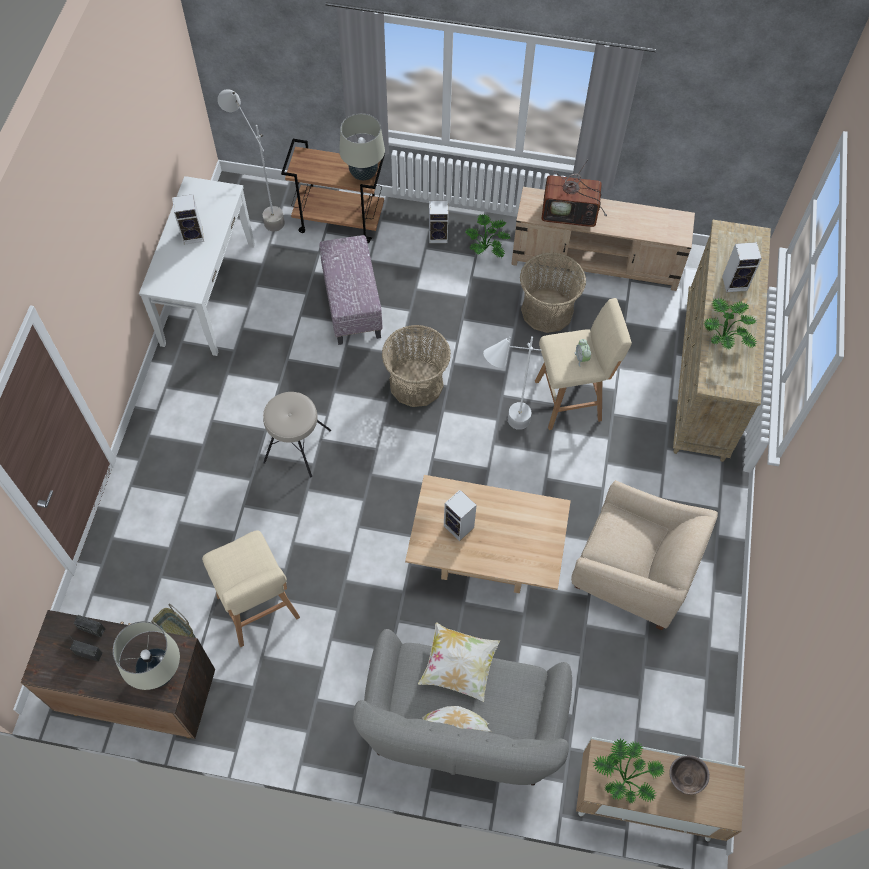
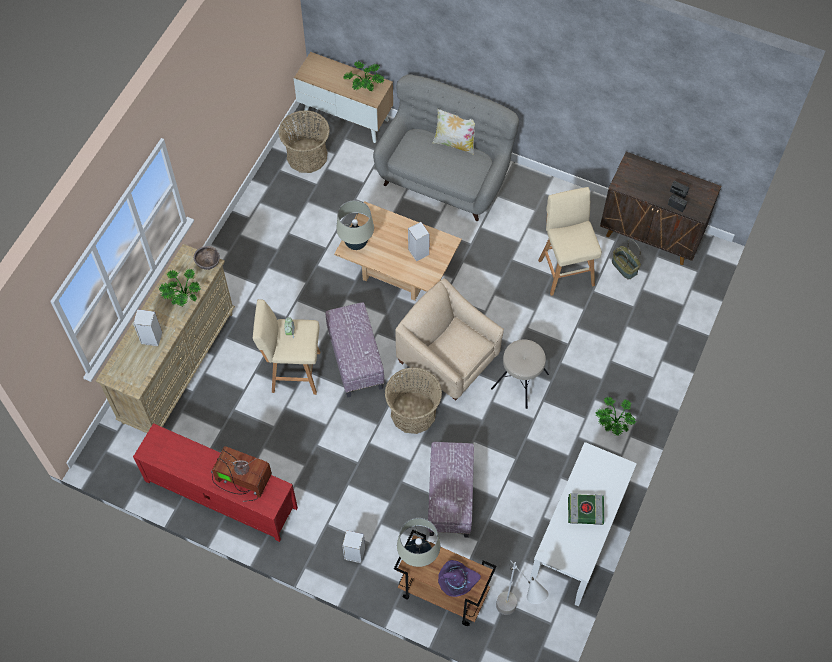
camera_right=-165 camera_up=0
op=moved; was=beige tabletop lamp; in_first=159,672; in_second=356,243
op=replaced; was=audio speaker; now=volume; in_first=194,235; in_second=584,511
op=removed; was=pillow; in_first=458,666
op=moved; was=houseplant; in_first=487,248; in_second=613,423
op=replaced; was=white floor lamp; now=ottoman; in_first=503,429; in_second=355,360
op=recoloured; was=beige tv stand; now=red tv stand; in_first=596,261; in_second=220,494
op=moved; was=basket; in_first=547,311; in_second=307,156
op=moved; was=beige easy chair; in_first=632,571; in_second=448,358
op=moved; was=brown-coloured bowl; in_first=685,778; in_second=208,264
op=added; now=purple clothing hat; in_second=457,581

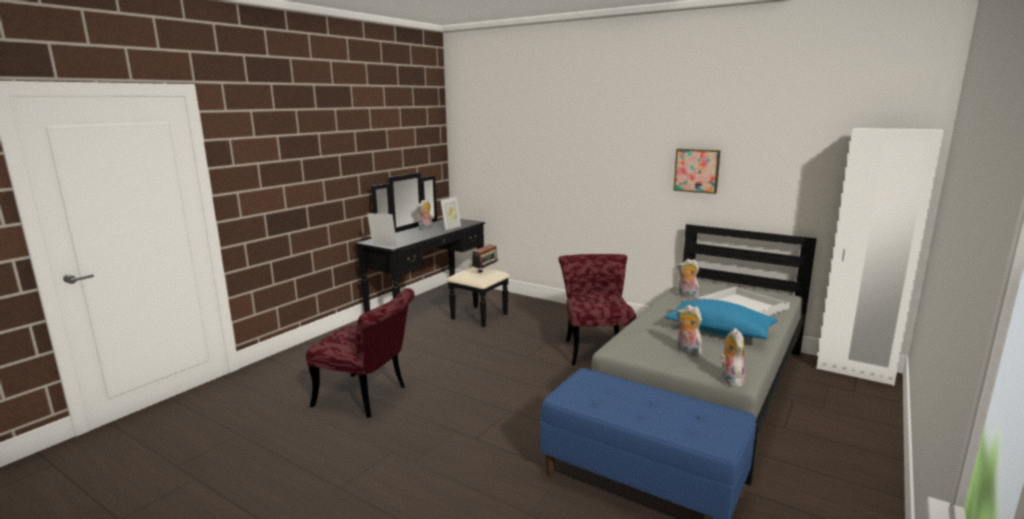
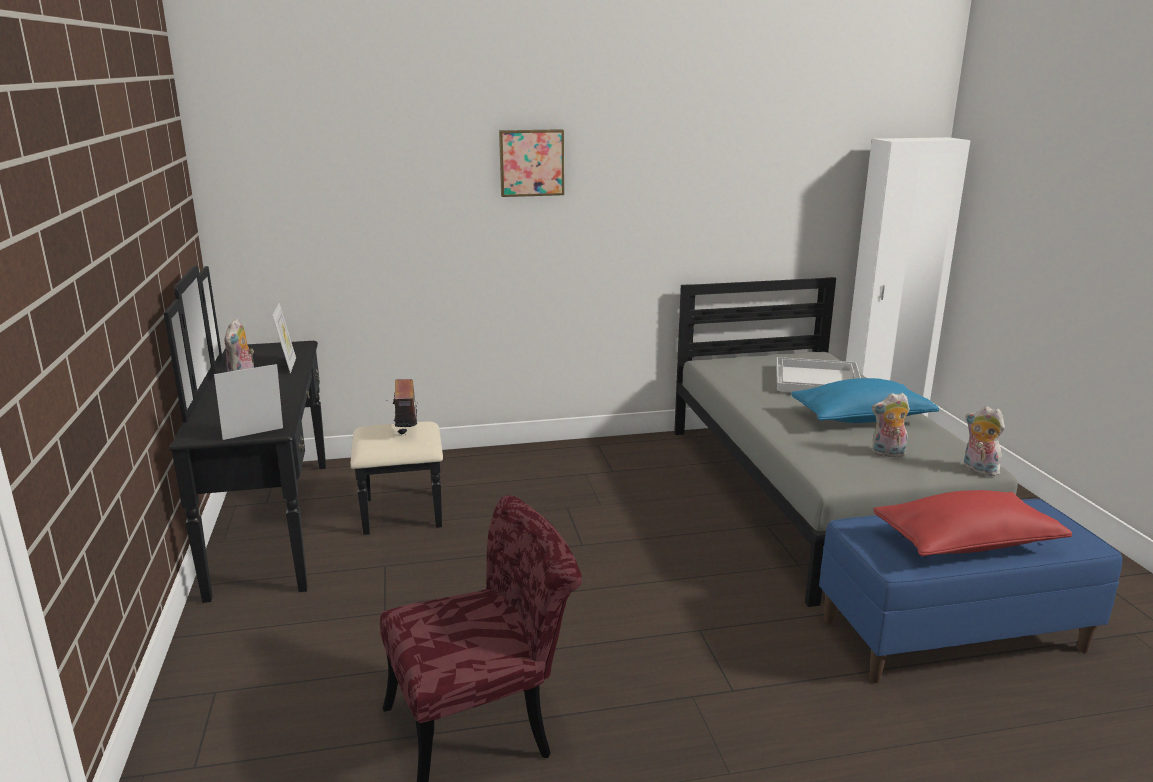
camera_right=-45 camera_up=5
op=removed; was=red chair; in_first=595,348
op=moved; was=wall art; in_first=697,170; in_second=531,162
op=removed; was=soft toy; in_first=687,296
op=added; now=red pillow; in_second=965,543

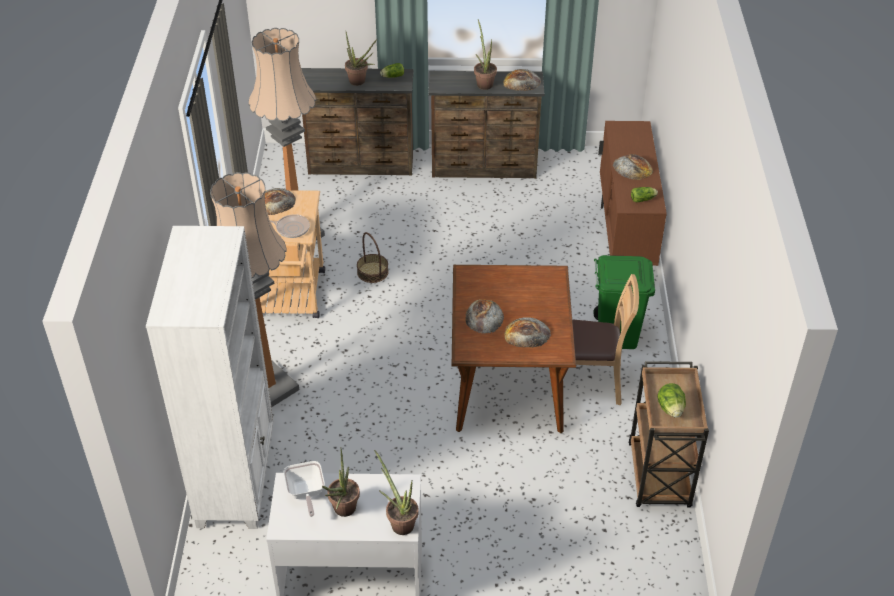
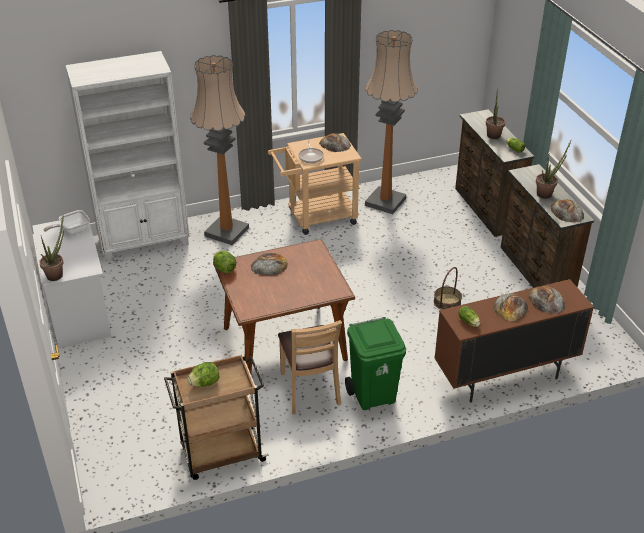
camera_right=70 camera_up=-5
op=removed; was=houseplant; in_first=342,511
op=moved; was=basket; in_first=373,272; in_second=447,302
op=moved; was=bread; in_first=527,334; in_second=546,300
op=added; now=lettuce; in_second=224,269

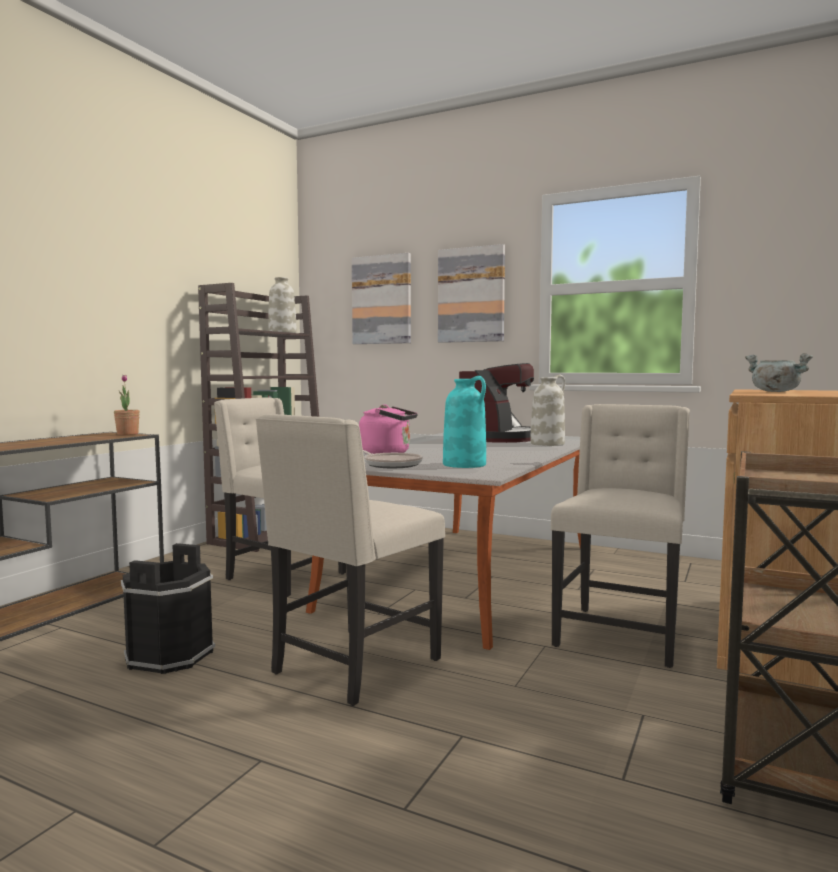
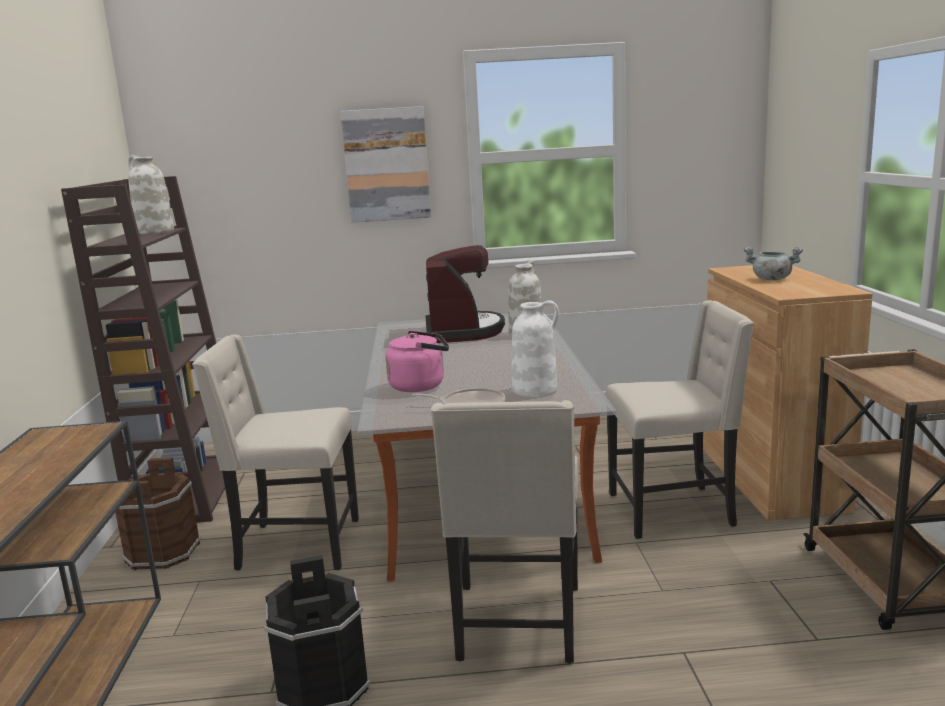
camera_right=-30 camera_up=10
op=removed; was=houseplant; in_first=127,434
op=removed; was=wall art; in_first=382,300
op=recoloured; was=blue-green flower vase; now=white flower vase; in_first=465,465; in_second=535,390
op=turned; was=beige chair; in_first=619,634; in_second=673,510; clockwise=90
op=added; now=brown-coloured pail; in_second=163,552

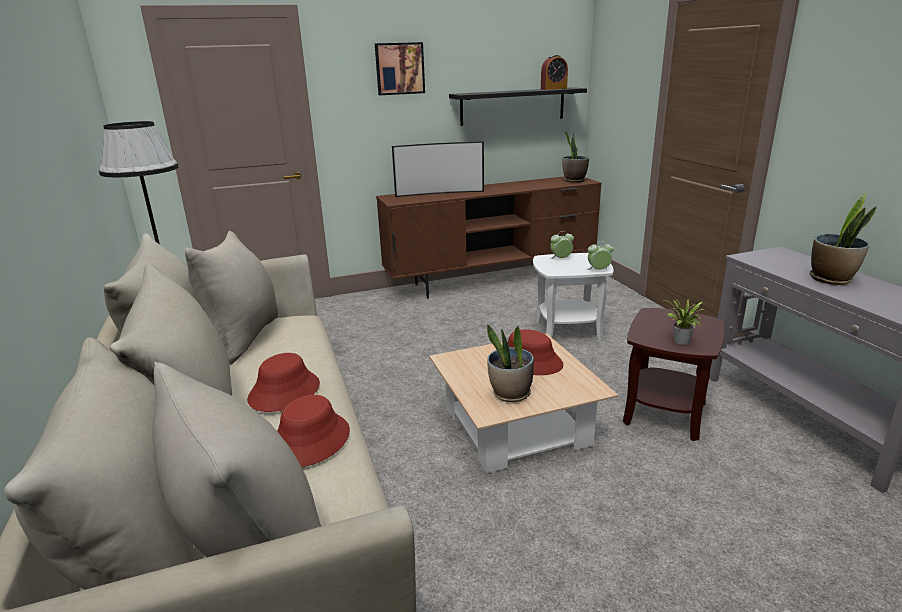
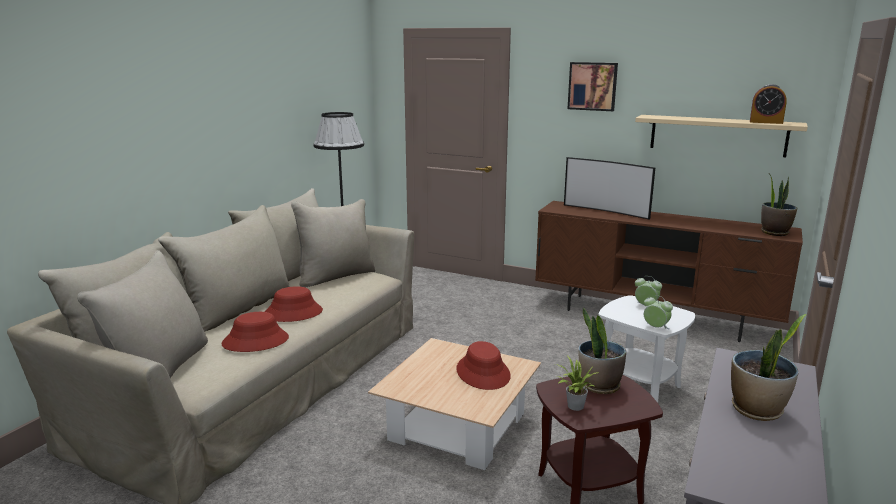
camera_right=45 camera_up=-5
op=recoloured; was=black bracket shelf; now=beige bracket shelf; in_first=513,106; in_second=717,135
op=moved; was=houseplant; in_first=510,394; in_second=599,386

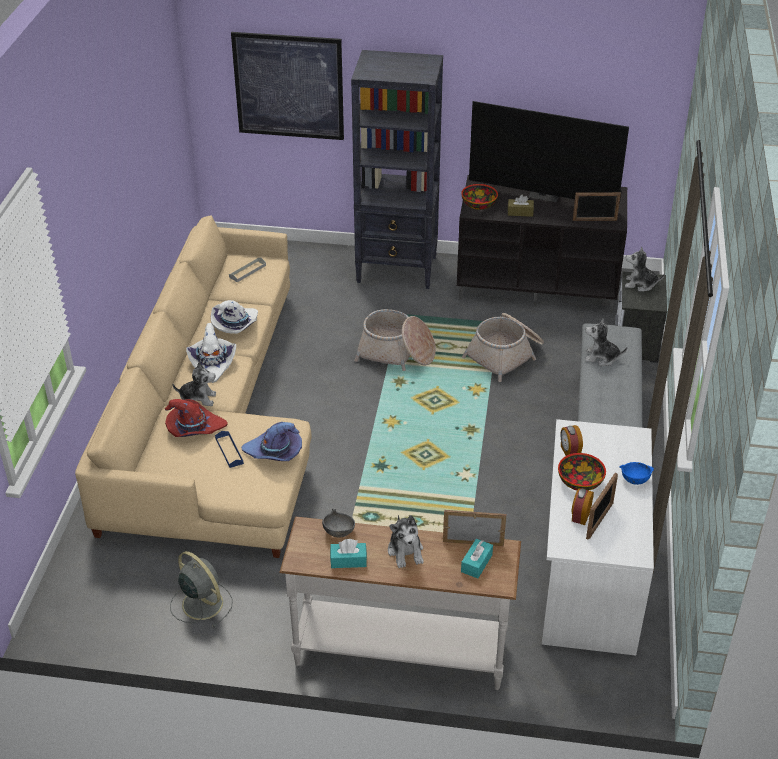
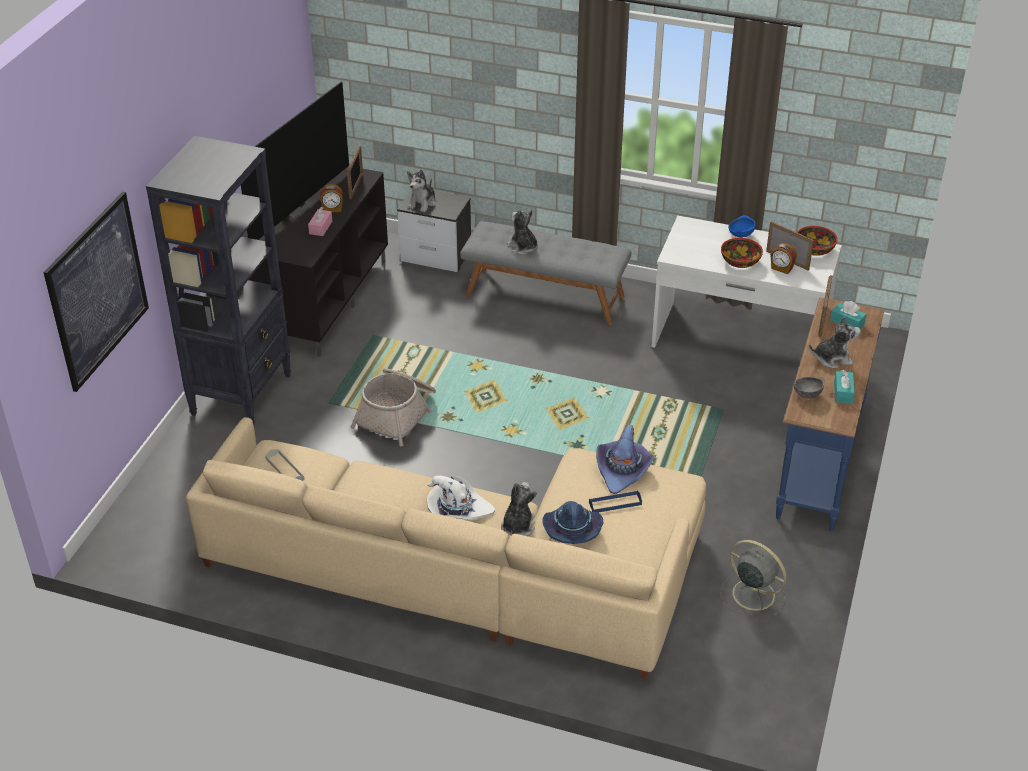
camera_right=-80 camera_up=0
op=recoloured; was=red clothing hat; now=bluish clothing hat; in_first=194,428; in_second=571,529
op=turned; was=grey fan; in_first=201,603; in_second=751,593; clockwise=75
op=removed; was=white clothing hat; in_first=235,325
op=recoloured; was=white narrow table; now=bluish narrow table; in_first=400,651; in_second=818,462
op=moved; was=bowl; in_first=479,204; in_second=814,249
op=removed; was=basket; in_first=505,354
op=recoloured; was=brown-coloured tissue box; now=pink-coloured tissue box; in_first=520,212; in_second=320,227
op=moved; was=bedside clock; in_first=569,451; in_second=332,209
op=turned; was=soft toy; in_first=601,358; in_second=523,247; clockwise=120

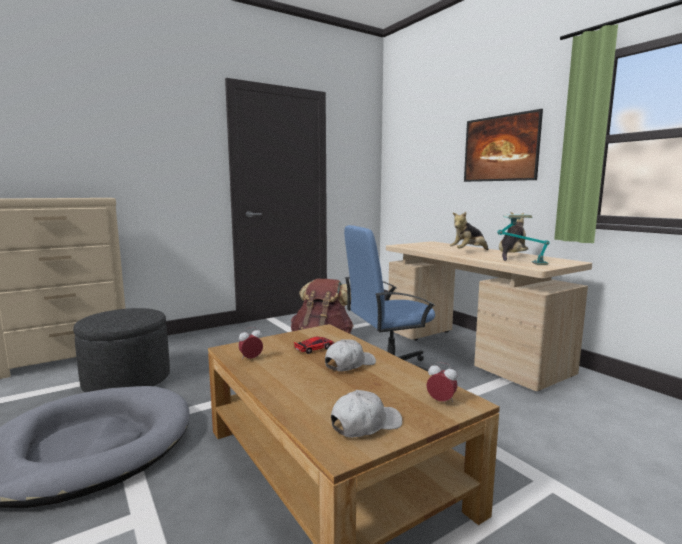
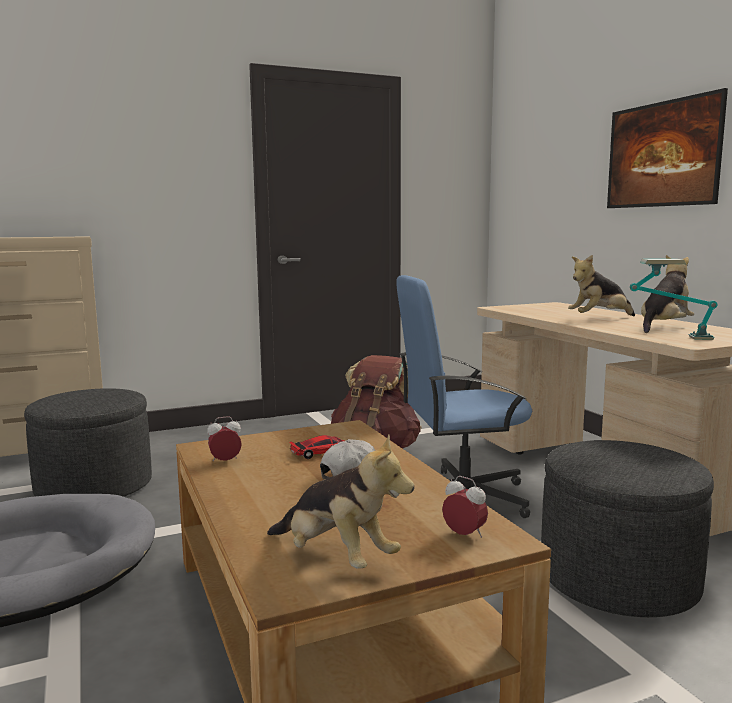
camera_right=10 camera_up=0
op=replaced; was=white peaked cap; now=soft toy; in_first=365,424; in_second=336,558
op=added; now=grey ottoman; in_second=618,579

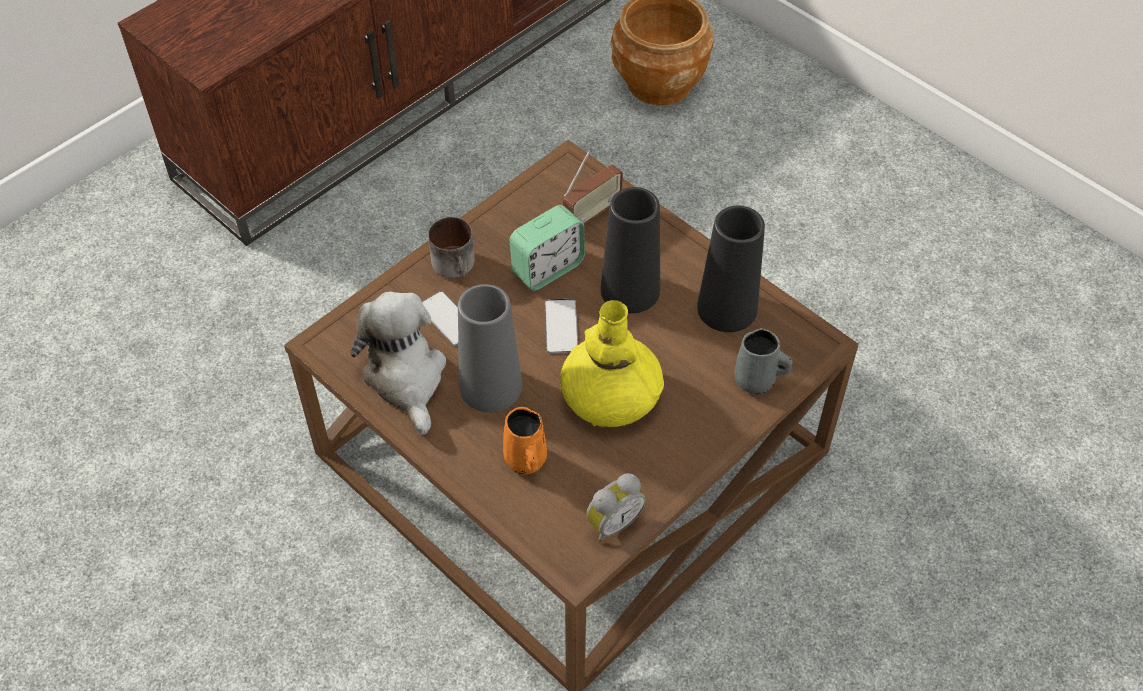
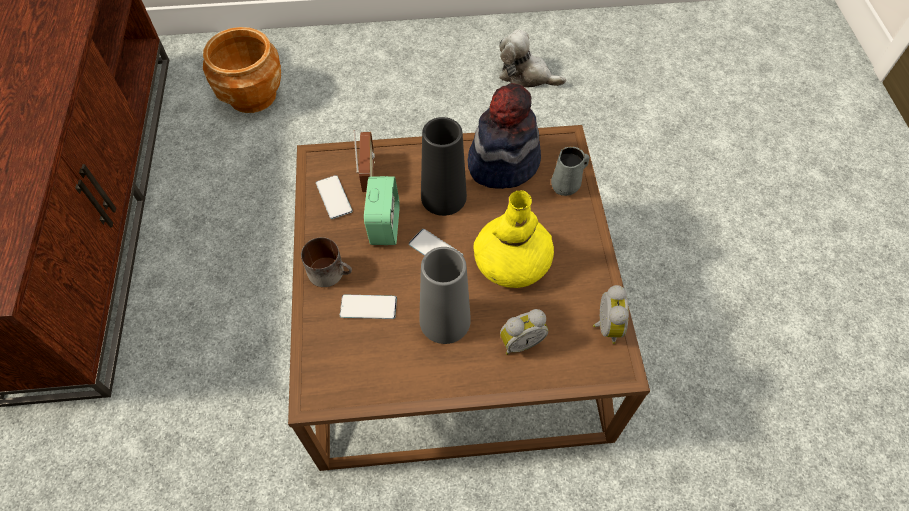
camera_right=-50 camera_up=5
op=moved; was=soft toy; in_first=405,377; in_second=526,75
op=replaced; was=orangey mug; now=bedside clock; in_first=526,461; in_second=520,341
op=replaced; was=black flower vase; now=clothing hat; in_first=727,308; in_second=502,162
op=added; now=telephone; in_second=334,197

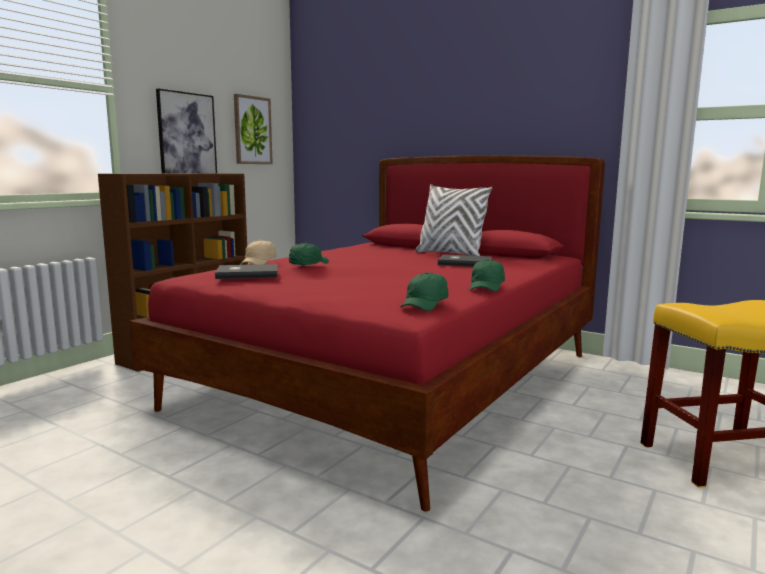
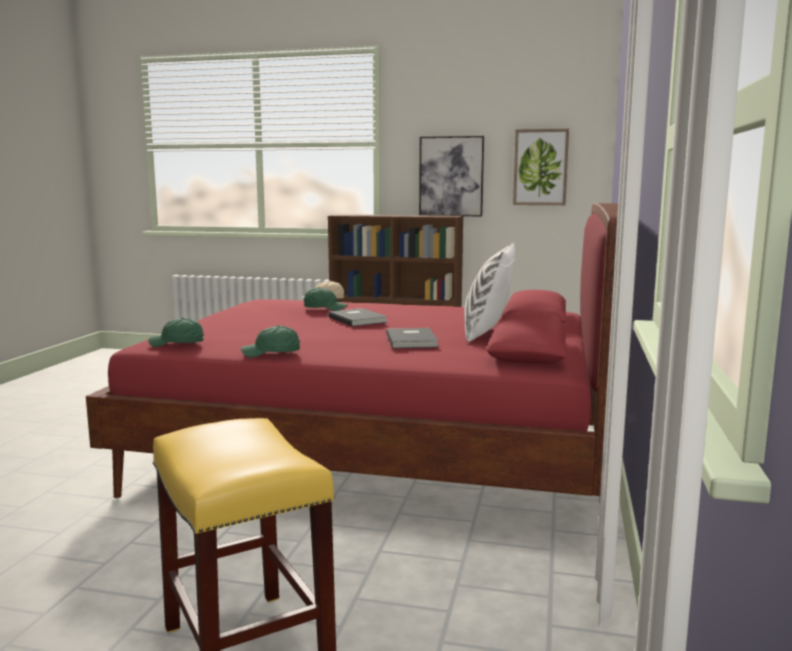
camera_right=70 camera_up=0
op=moved; was=grey volume; in_first=246,274; in_second=358,319

